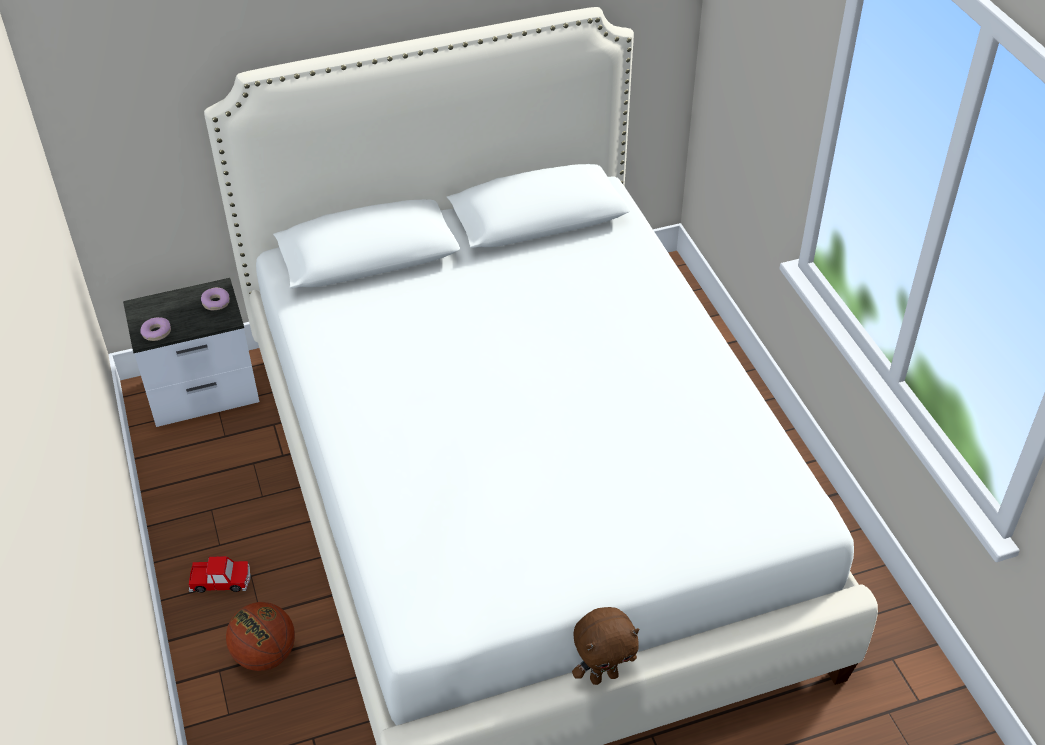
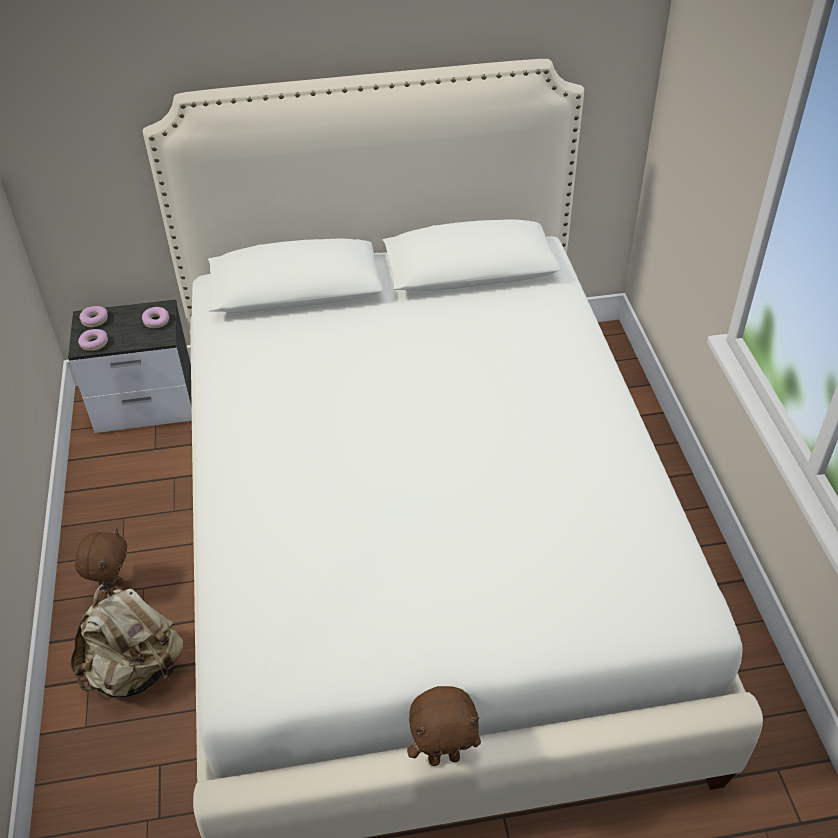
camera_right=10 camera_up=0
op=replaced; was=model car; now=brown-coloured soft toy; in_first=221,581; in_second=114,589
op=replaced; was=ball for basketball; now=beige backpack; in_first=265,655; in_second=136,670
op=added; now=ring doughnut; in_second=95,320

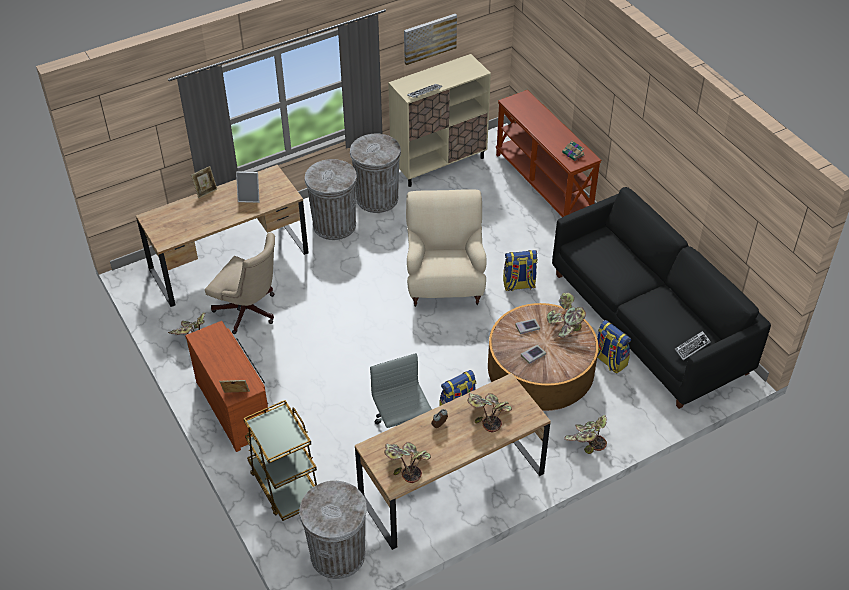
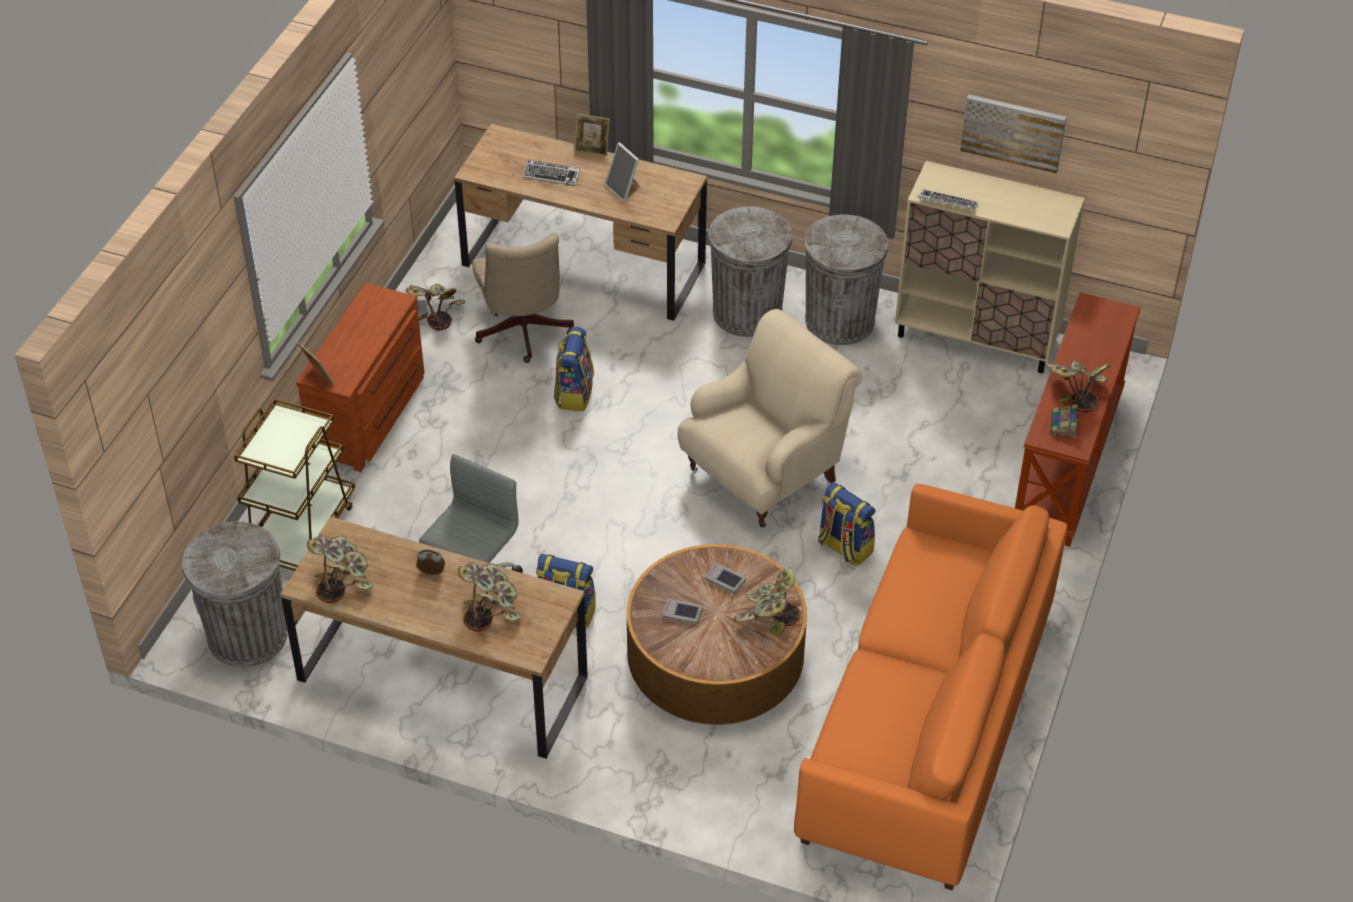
camera_right=50 camera_up=0
op=recoloured; was=black couch; now=orangey couch; in_first=648,322; in_second=928,723
op=moved; was=houseplant; in_first=585,442; in_second=1073,392
op=moved; was=backpack; in_first=609,361; in_second=574,393
op=moved; was=computer keyboard; in_first=691,347; in_second=551,175

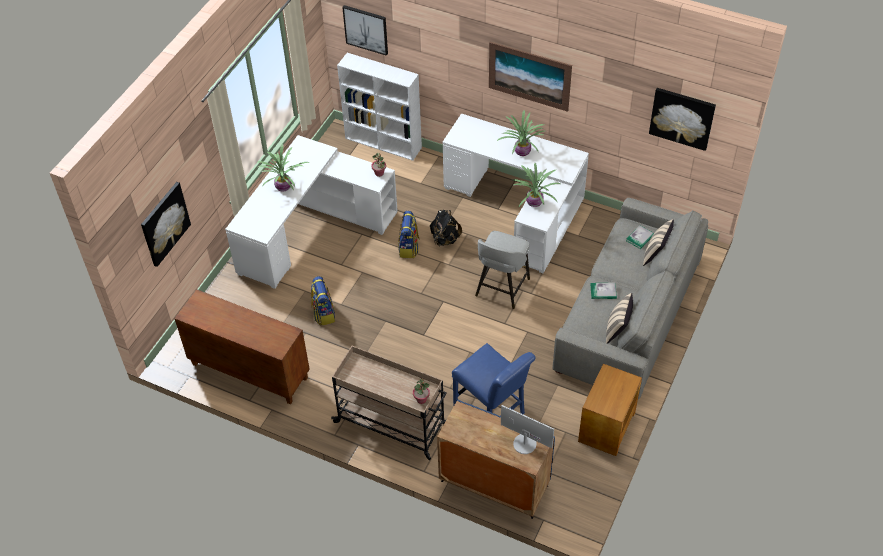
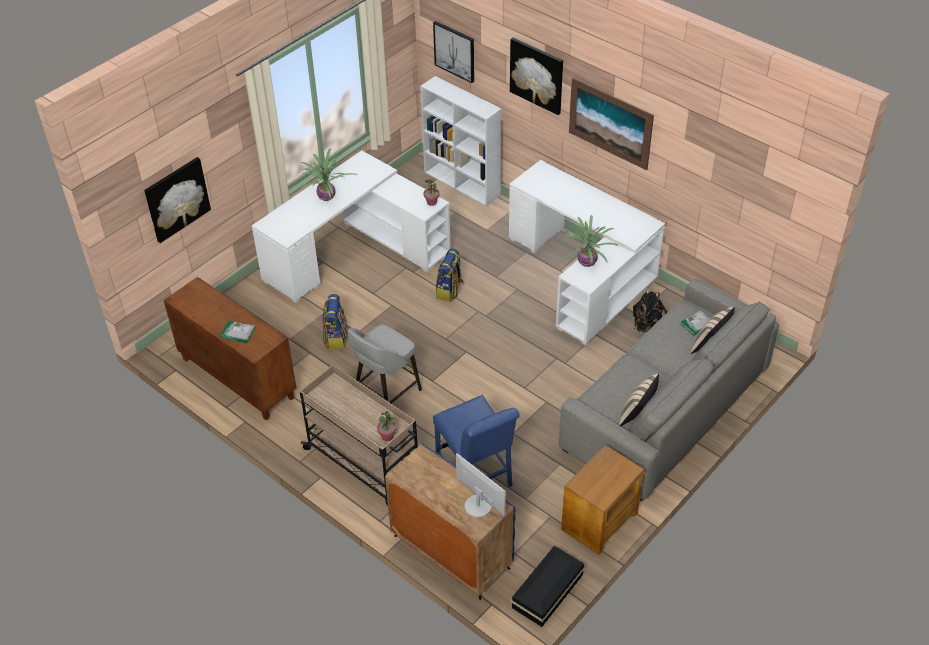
camera_right=15 camera_up=-5
op=moved; was=black backpack; in_first=445,239; in_second=647,326
op=moved; was=grey sitting stool; in_first=501,288; in_second=385,394
op=removed; was=houseplant; in_first=522,151
op=moved; was=volume; in_first=603,292; in_second=237,333
op=moved; was=wall art; in_first=682,118; in_second=537,75
op=added; now=black storage bin; in_second=549,591

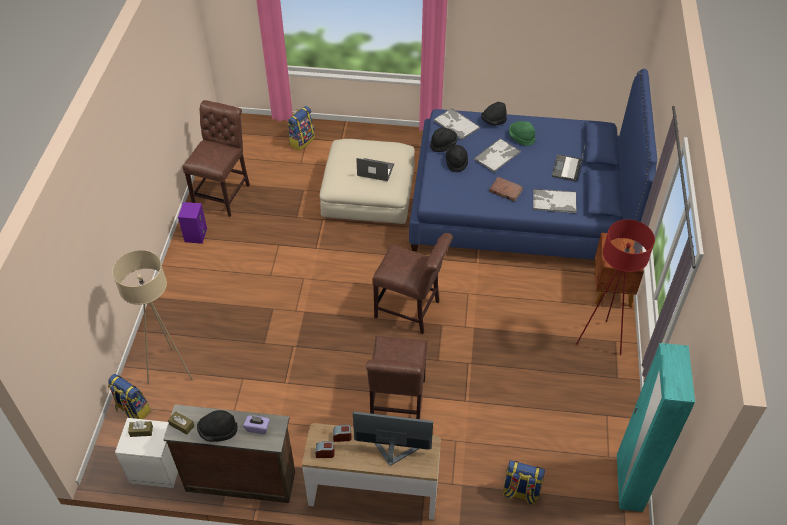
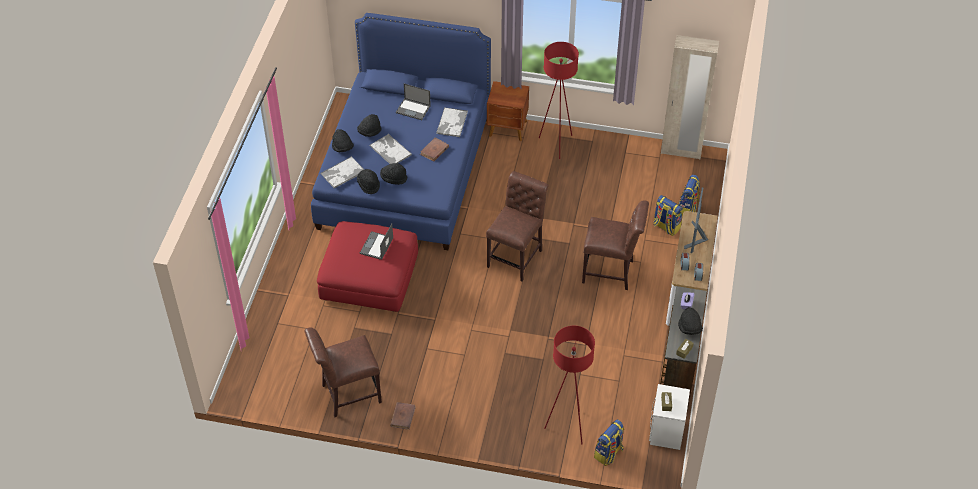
camera_right=-85 camera_up=0
op=recoloured; was=beige floor lamp; now=red floor lamp; in_first=171,370; in_second=567,427
op=replaced; was=purple audio speaker; now=brown-coloured volume; in_first=195,234; in_second=403,416
op=turned; was=brown-coloured chair; in_first=224,193; in_second=347,394; clockwise=-45
op=moved; was=backpack; in_first=301,141; in_second=666,227
op=recoloured; was=beige ottoman; now=red ottoman; in_first=368,194; in_second=369,277
op=recoloured; was=green-coloured clothing hat; now=black clothing hat; in_first=521,138; in_second=369,132
op=recoloured; was=blue-green clothes cupboard; now=beige clothes cupboard; in_first=628,484; in_second=681,151

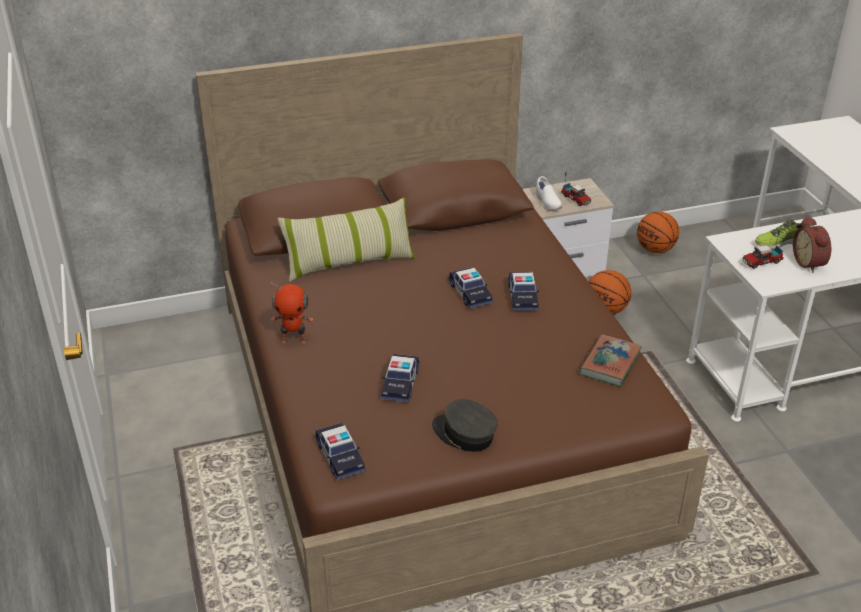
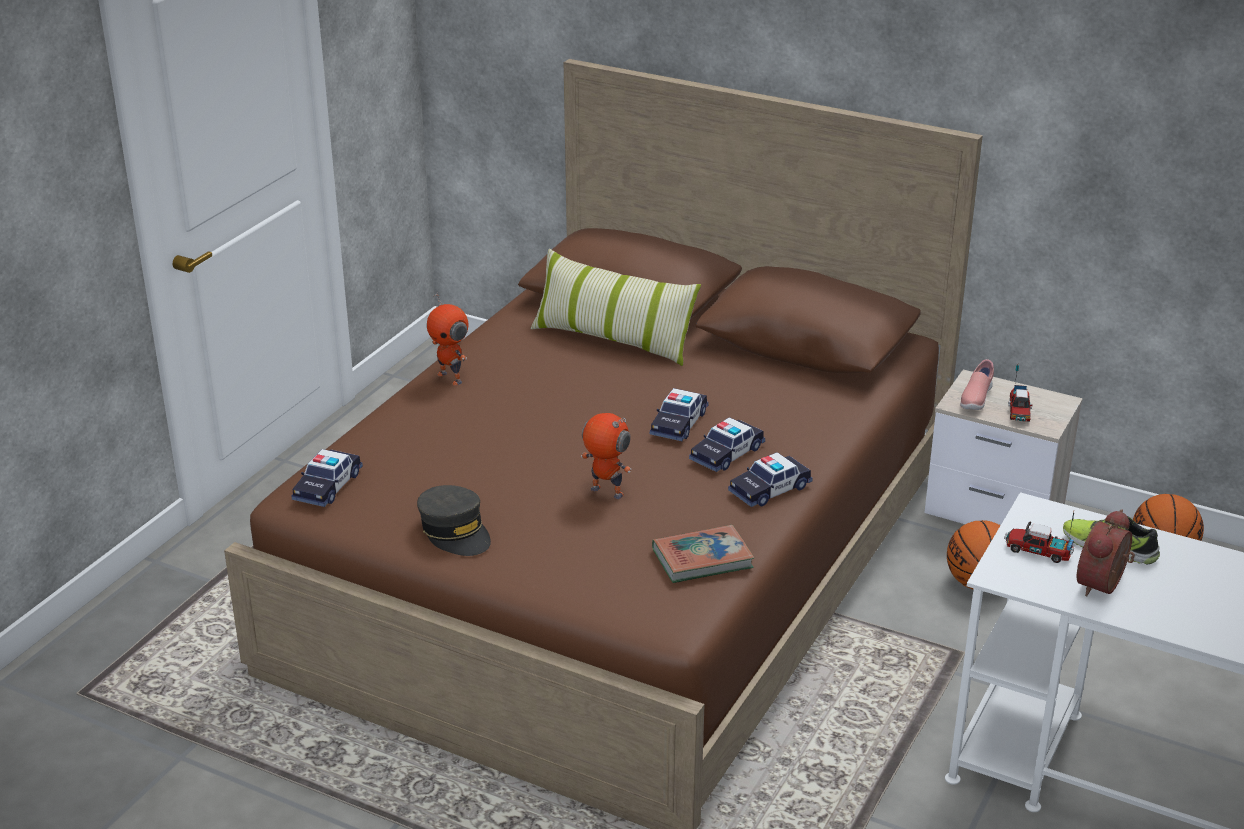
camera_right=45 camera_up=-5
op=moved; was=model car; in_first=400,383; in_second=770,489
op=turned; was=grey peaked cap; in_first=464,434; in_second=455,532; clockwise=150
op=recoloured; was=white low shoe; now=pink-coloured low shoe; in_first=547,203; in_second=975,399
op=added; now=toy robot; in_second=605,493

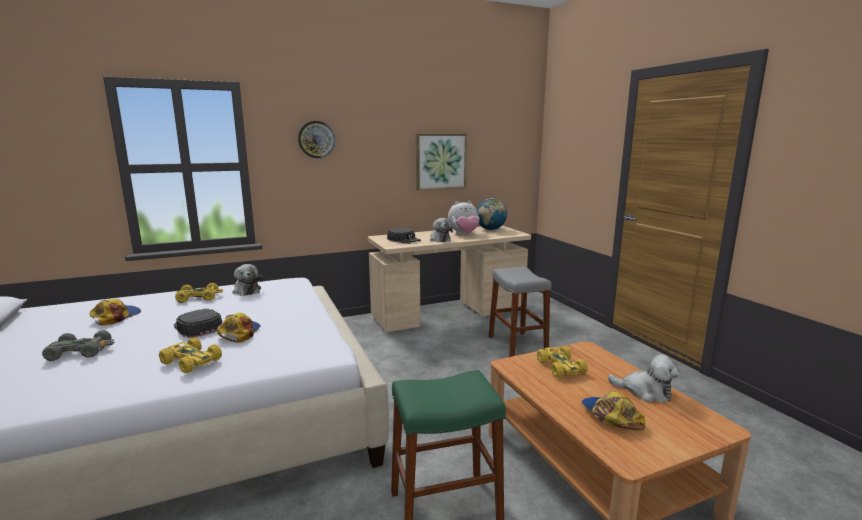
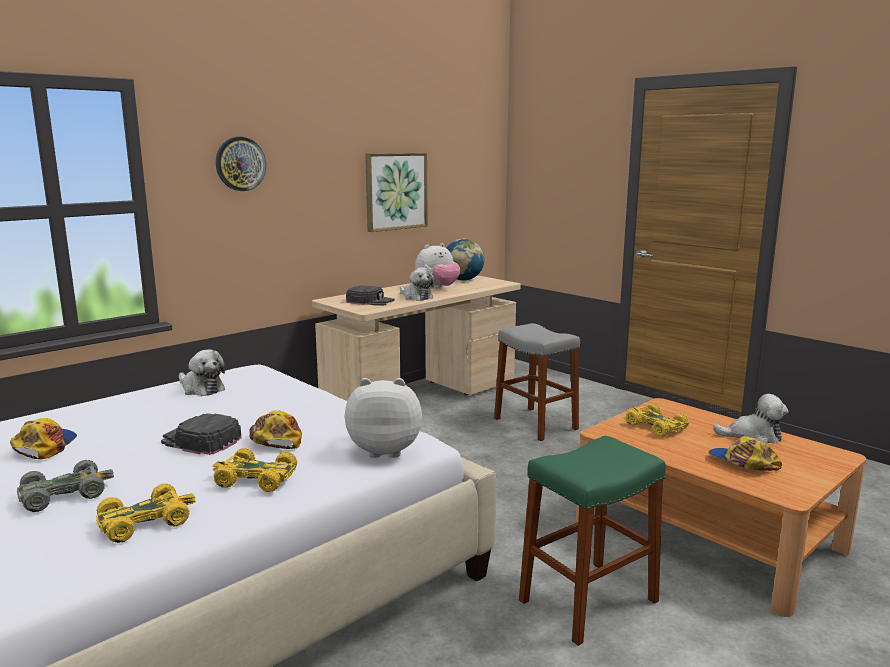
camera_right=-20 camera_up=0
op=moved; was=yellow model car; in_first=199,297; in_second=146,522
op=added; now=soft toy; in_second=385,450

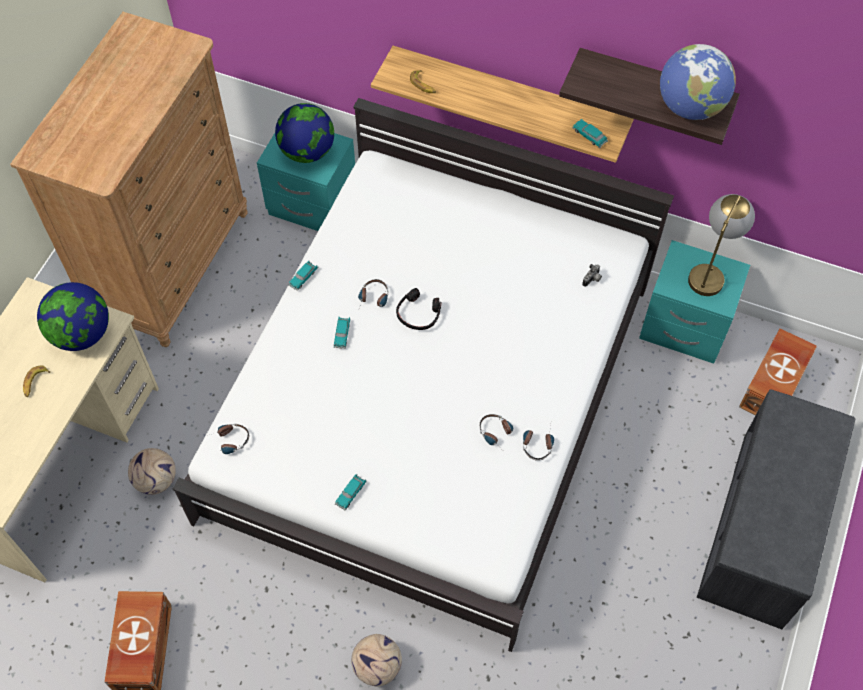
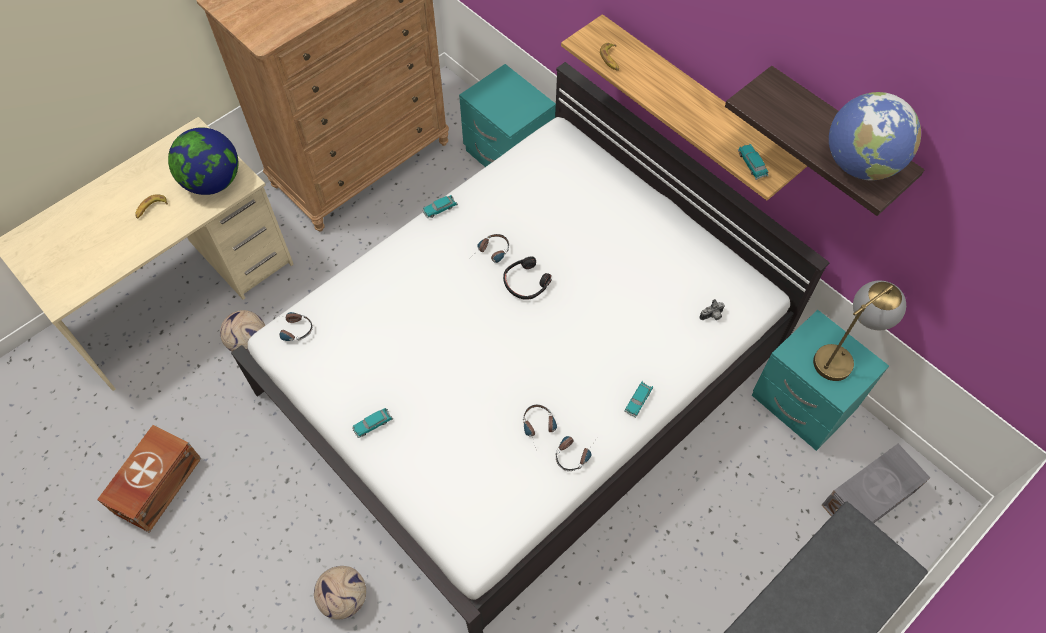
camera_right=25 camera_up=0
op=removed; was=world globe; in_first=307,152
op=moved; was=model car; in_first=342,334; in_second=638,400
op=recoloured; was=brown-coloured storage bin; now=grey storage bin; in_first=774,385; in_second=870,499

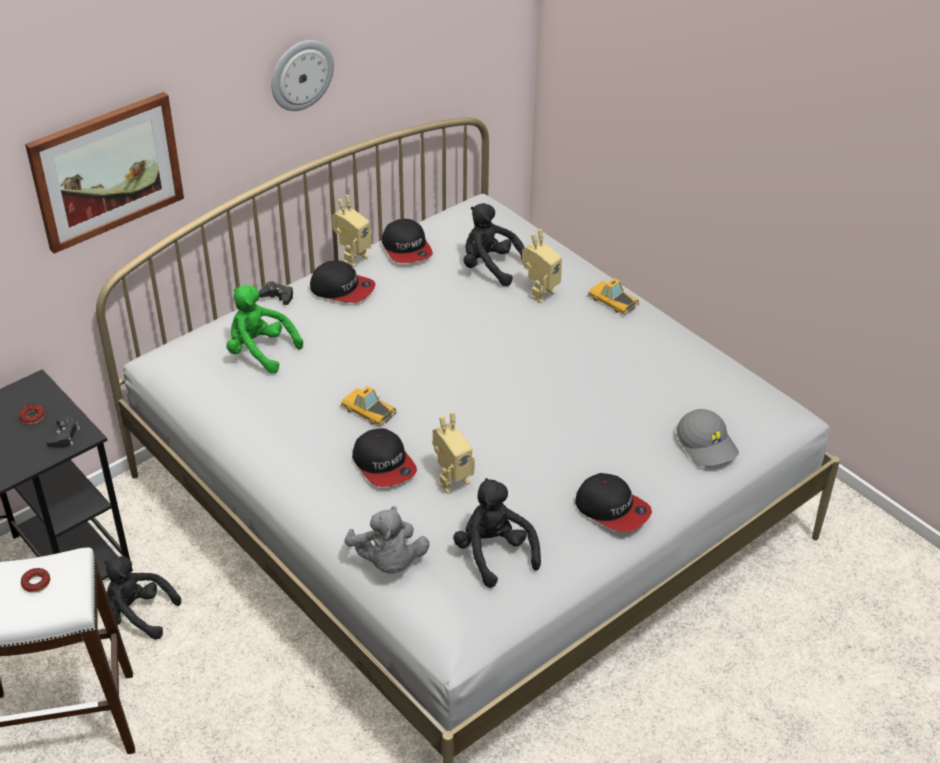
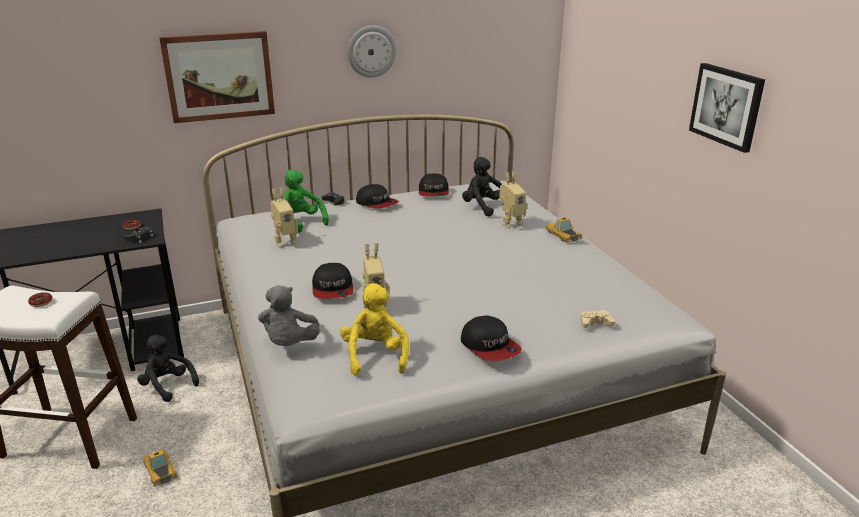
camera_right=20 camera_up=-15
op=moved; was=toy robot; in_first=352,258; in_second=284,242
op=moved; was=model car; in_first=368,409; in_second=160,469
op=recoloured; was=black soft toy; now=yellow soft toy; in_first=494,553; in_second=375,356
op=replaced; was=grey peaked cap; now=beige joypad; in_first=707,445; in_second=595,323
op=added; now=wall art; in_second=727,106

